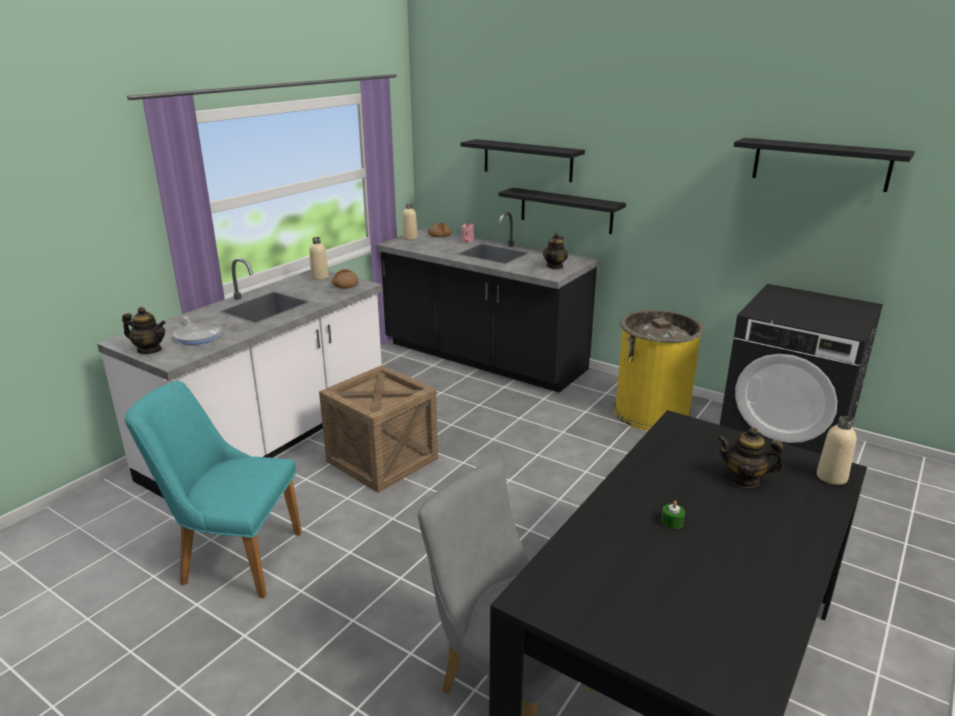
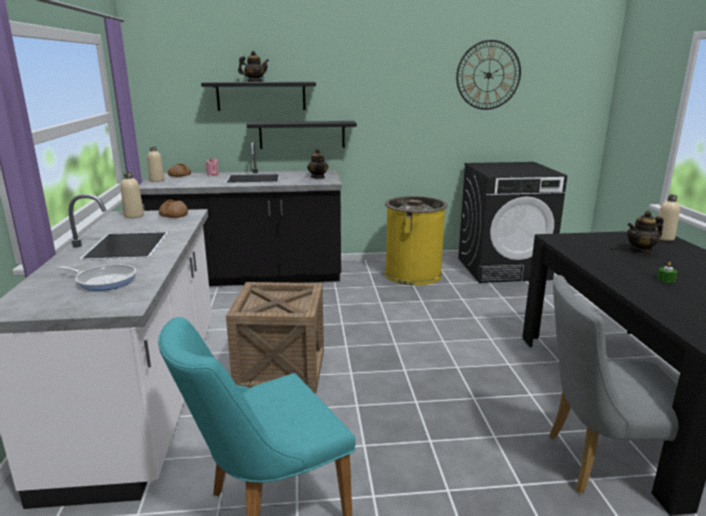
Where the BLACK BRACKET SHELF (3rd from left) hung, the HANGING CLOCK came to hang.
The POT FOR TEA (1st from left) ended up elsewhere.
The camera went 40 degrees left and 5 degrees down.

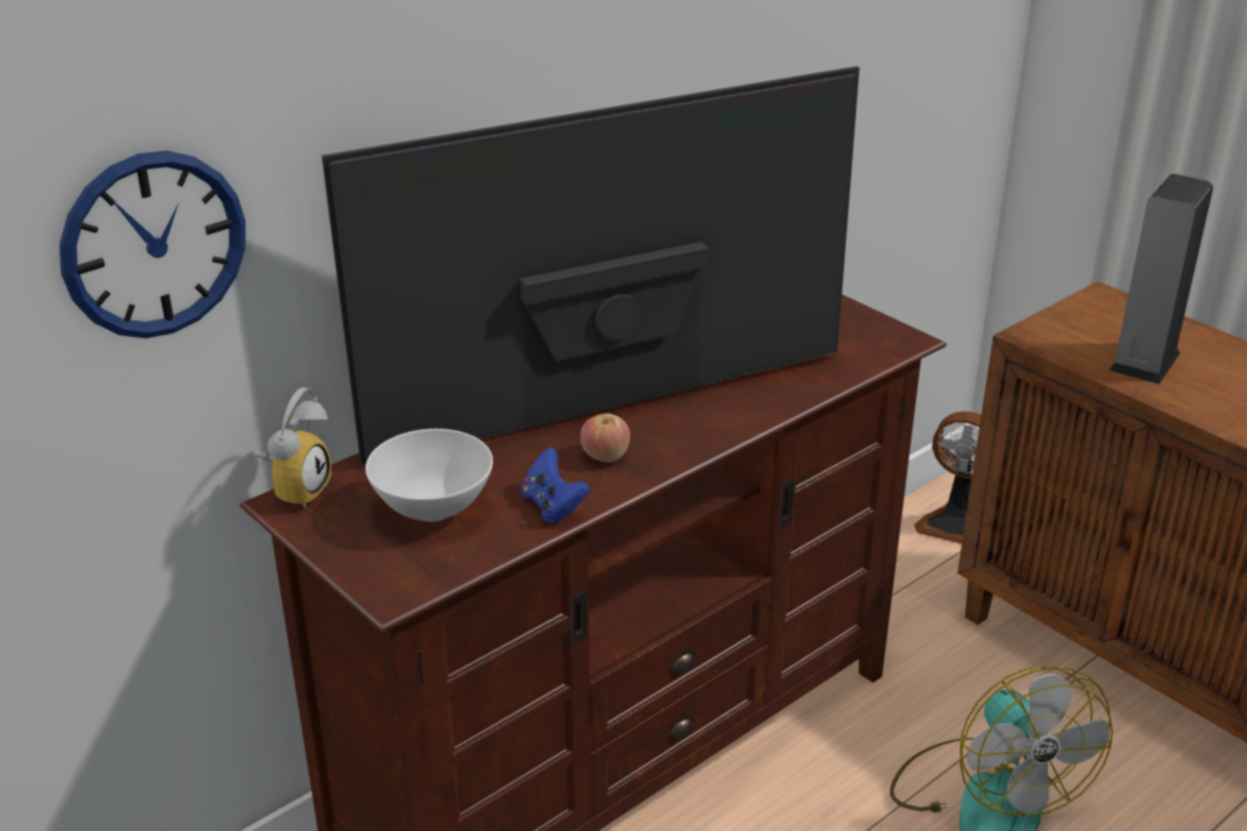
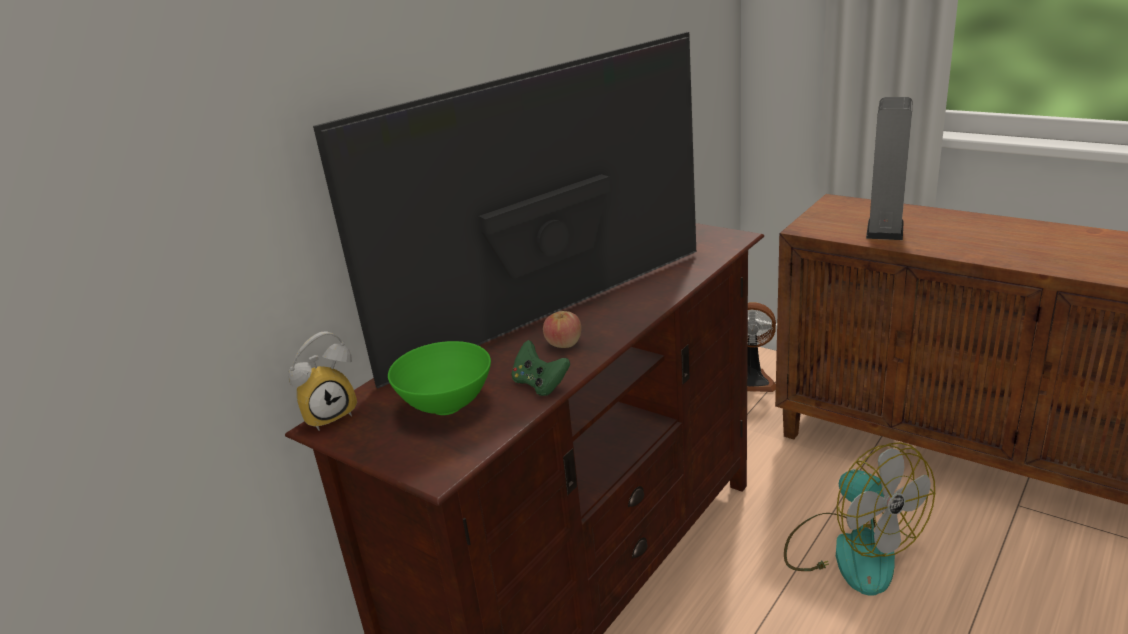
The second view lost the HANGING CLOCK.
The ALARM CLOCK ended up facing another way, 45 degrees clockwise from before.
What was the WHITE-COLOURED DEEP DISH turned into the GREEN DEEP DISH.
What was the BLUE GAME CONTROLLER turned into the GREEN GAME CONTROLLER.
The camera went 10 degrees left and 5 degrees down.

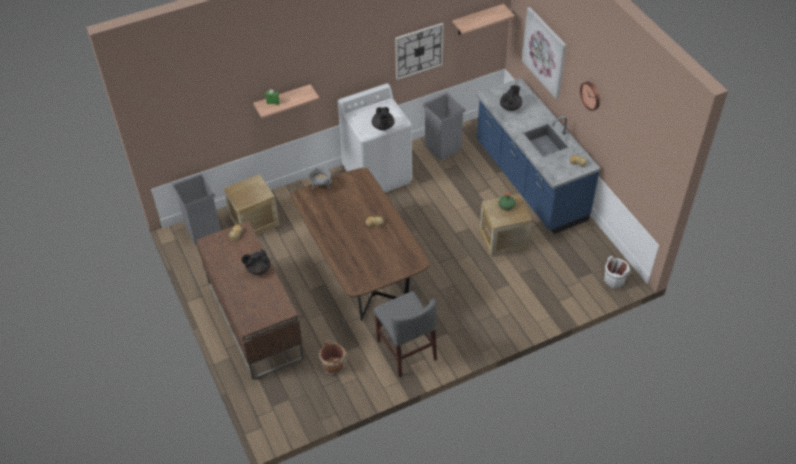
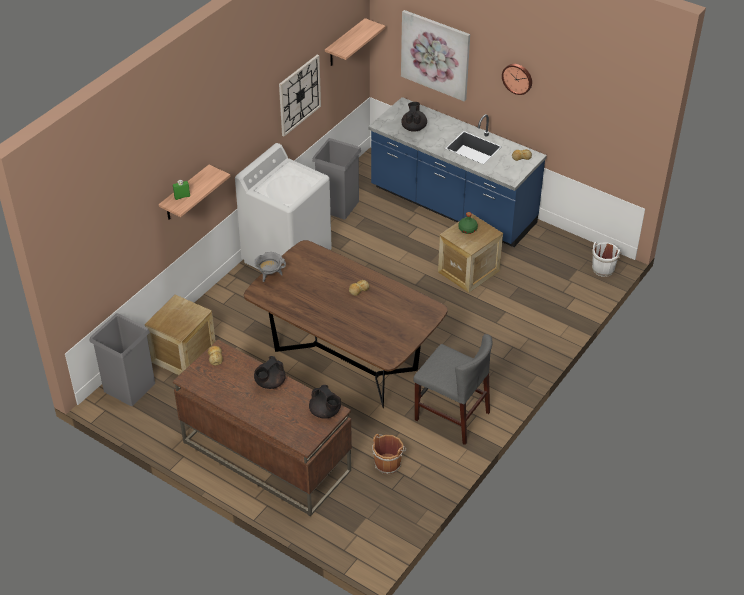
The BLACK POT FOR TEA (2nd from left) ended up elsewhere.
The camera went 30 degrees left and 5 degrees down.

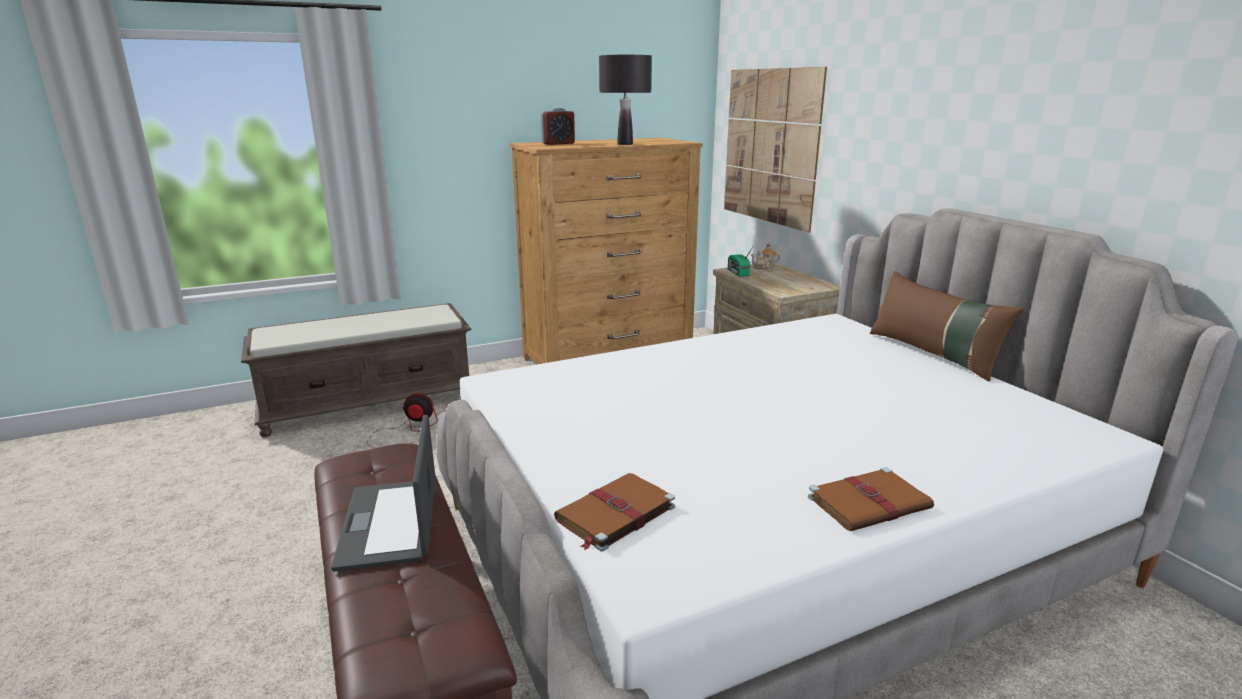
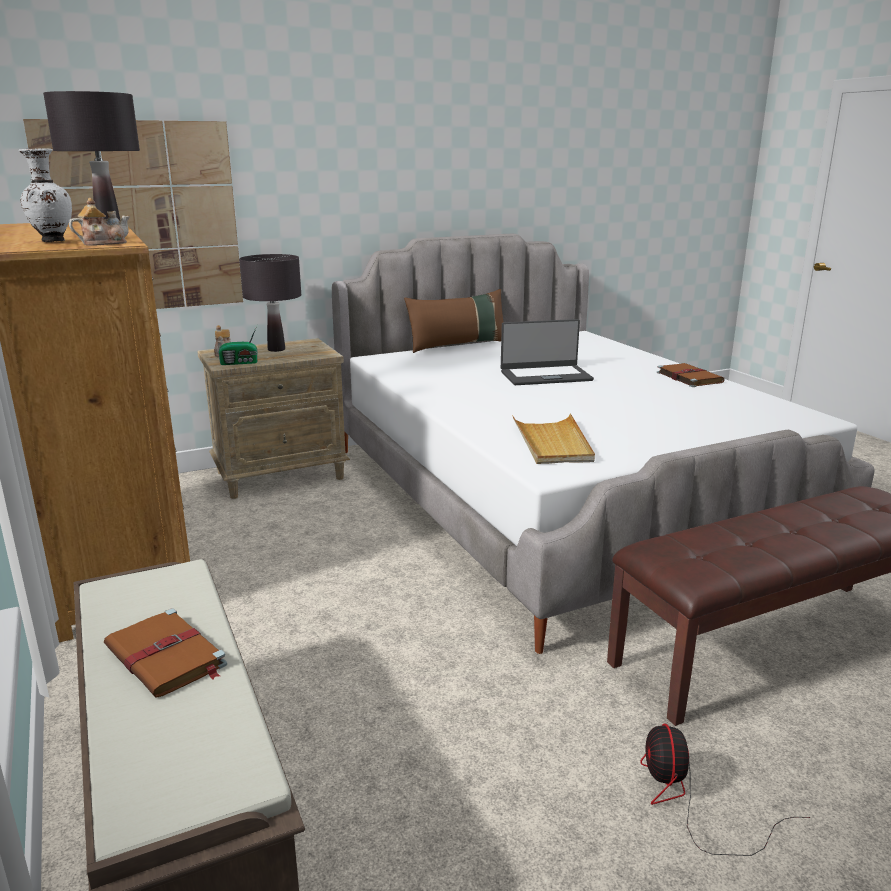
Where the ALARM CLOCK stood, the WHITE-COLOURED VASE came to stand.
The FAN ended up elsewhere.
The LAPTOP ended up elsewhere.
The BROWN BOOK (1st from left) ended up elsewhere.
The second view gained the POT FOR TEA (1st from left).
The second view gained the BLACK TABLE LAMP (2nd from left).
The second view gained the BEIGE-COLOURED CARRYING TRAY.
The camera went 90 degrees left and 0 degrees up.

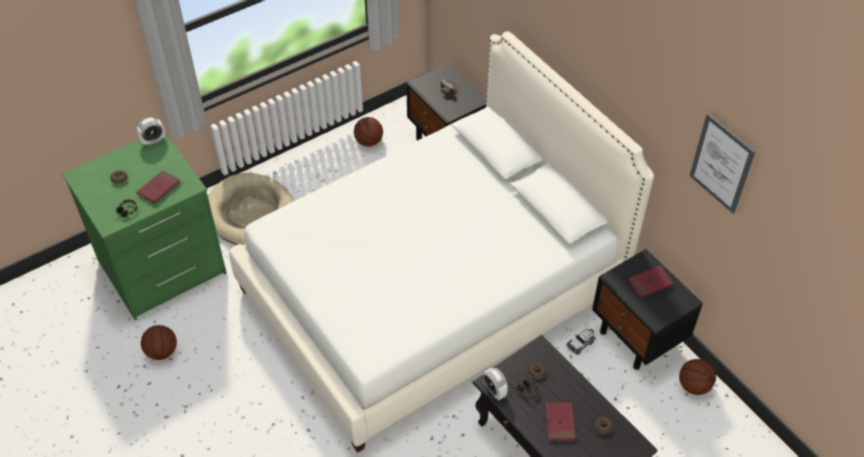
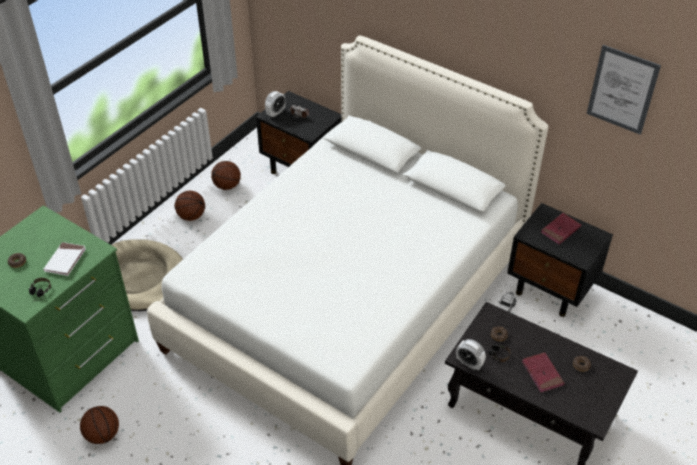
The ALARM CLOCK (1st from left) ended up elsewhere.
What was the RED BOOK (1st from left) turned into the WHITE-COLOURED BOOK.
The BALL FOR BASKETBALL (3rd from left in the first image) ended up elsewhere.
The camera went 20 degrees left and 5 degrees down.

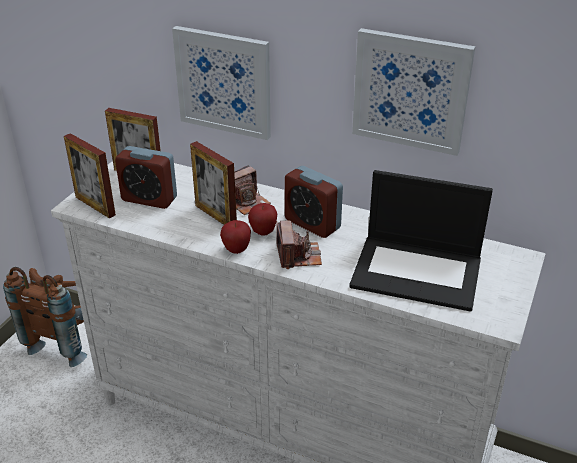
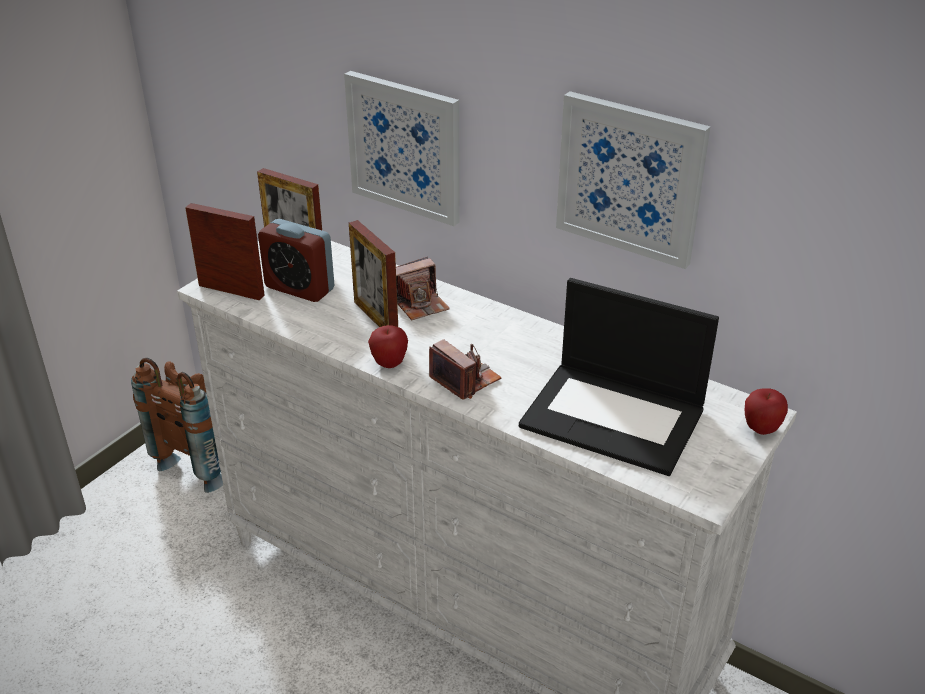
The PICTURE FRAME (1st from left) ended up facing another way, 150 degrees clockwise from before.
The second view lost the ALARM CLOCK (2nd from left).
The WHOLE APPLE (2nd from left) ended up elsewhere.
The STILL CAMERA (2nd from left) ended up facing another way, 45 degrees counterclockwise from before.
The camera went 10 degrees right and 0 degrees up.

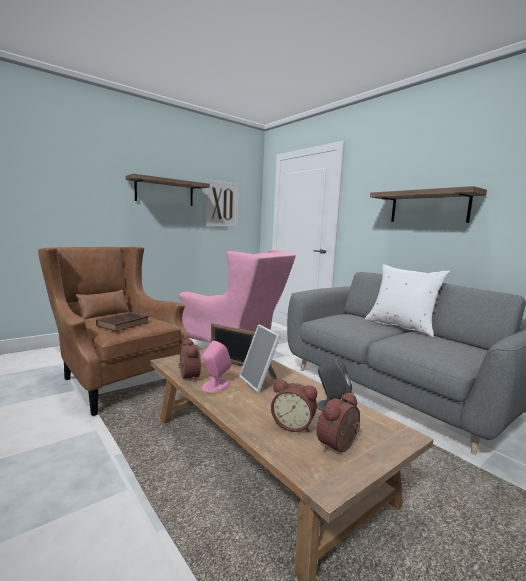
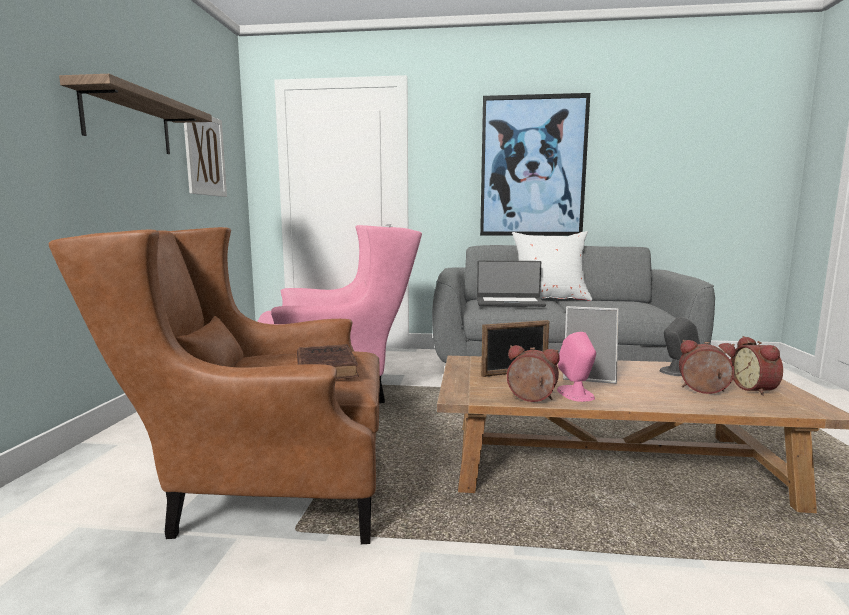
Where the BRACKET SHELF (2nd from left) hung, the PICTURE (2nd from left) came to hang.
The ALARM CLOCK (2nd from left) ended up facing another way, 135 degrees counterclockwise from before.
The second view gained the LAPTOP.
The camera went 45 degrees left and 0 degrees up.

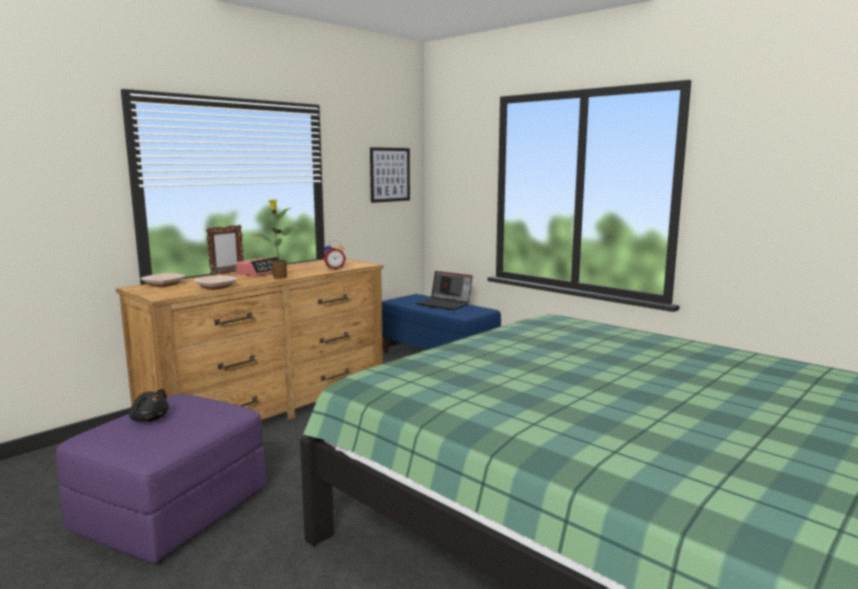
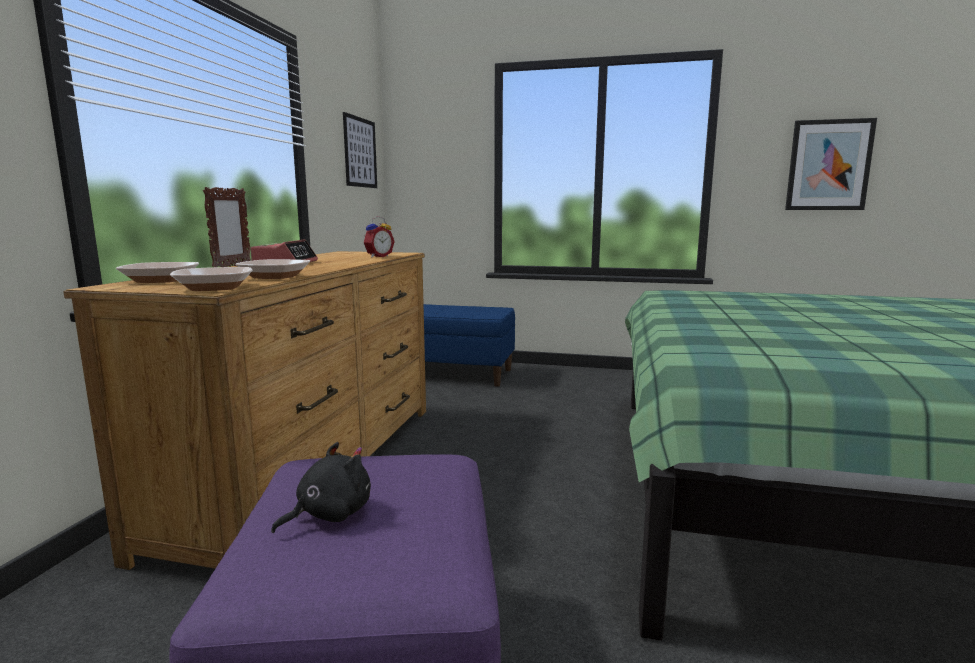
The second view lost the PLANT IN A POT.
The second view lost the LAPTOP.
The BLACK SOFT TOY ended up facing another way, 45 degrees counterclockwise from before.
The second view gained the PICTURE (2nd from left).
The second view gained the DEEP DISH (2nd from left).
The camera went 30 degrees left and 0 degrees up.

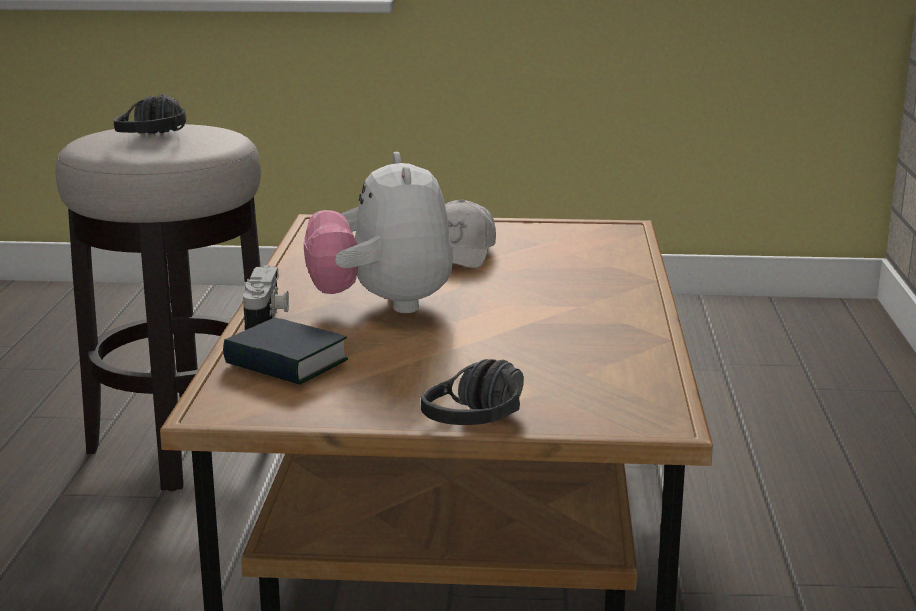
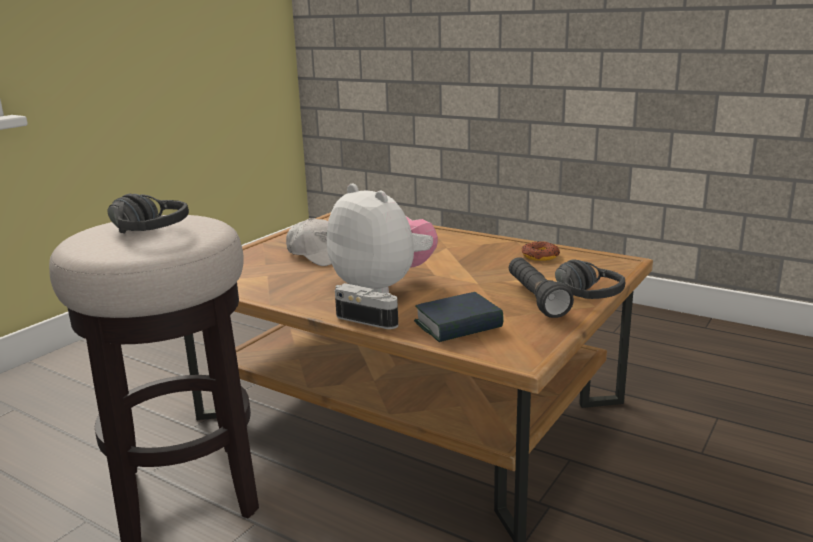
The SOFT TOY ended up facing another way, 150 degrees counterclockwise from before.
The second view gained the DOUGHNUT.
The second view gained the BLACK HAND TORCH.
The camera went 60 degrees left and 0 degrees up.

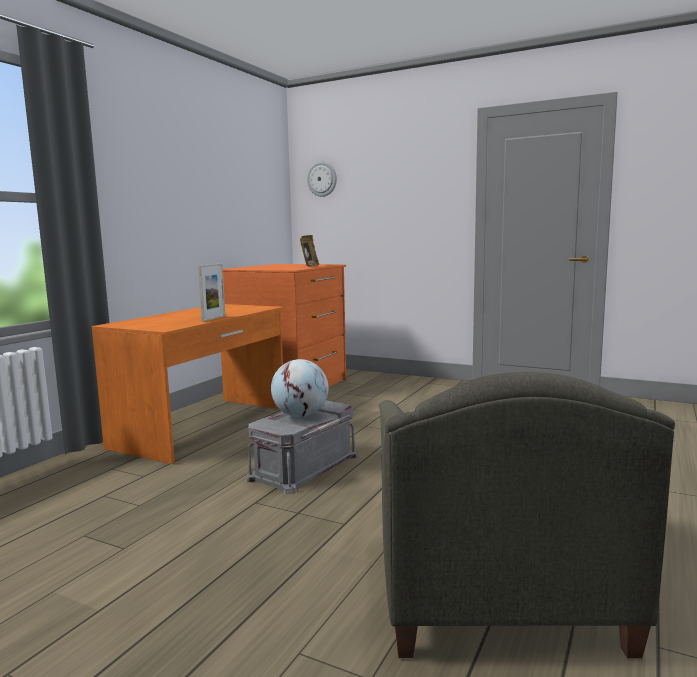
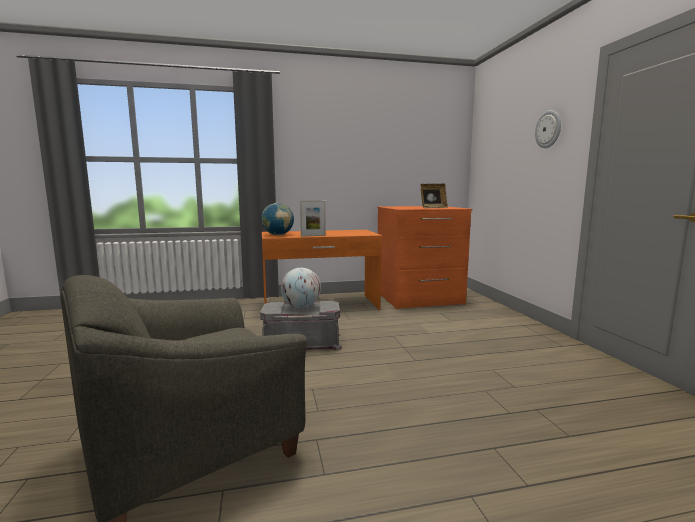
The HANGING CLOCK ended up elsewhere.
The second view gained the GLOBE (1st from left).
The camera went 50 degrees right and 0 degrees up.

